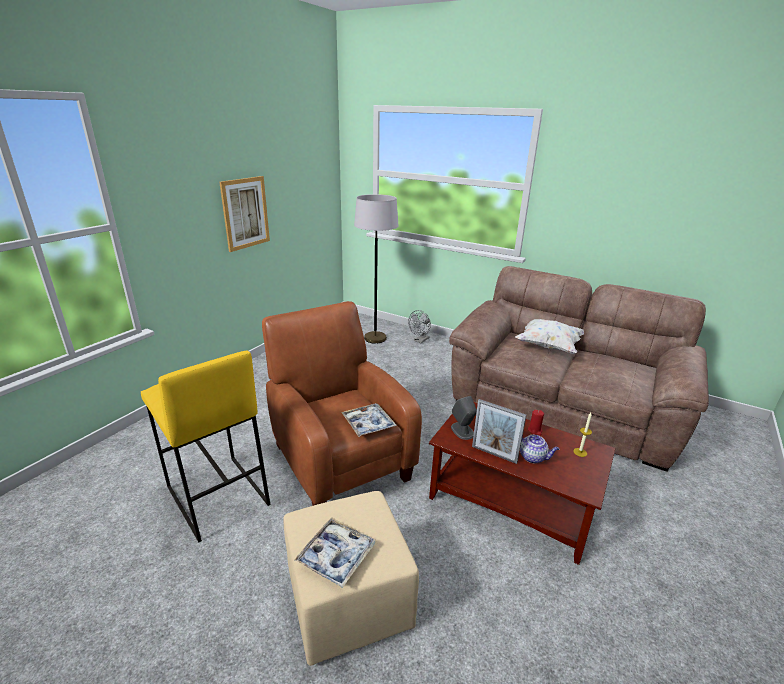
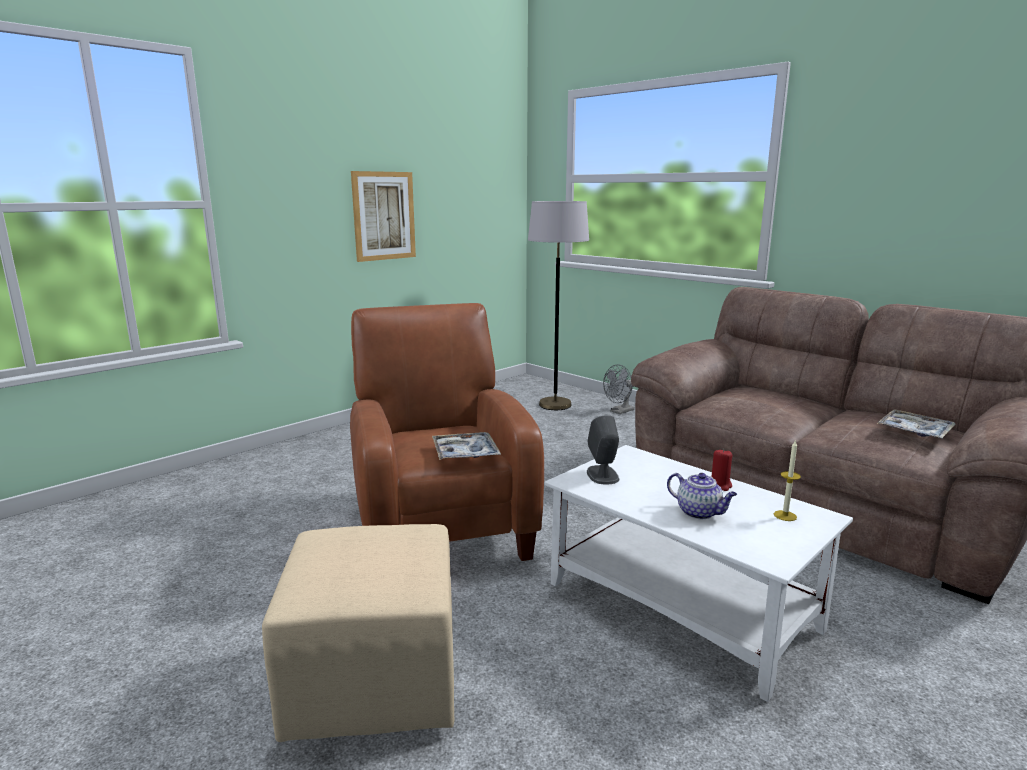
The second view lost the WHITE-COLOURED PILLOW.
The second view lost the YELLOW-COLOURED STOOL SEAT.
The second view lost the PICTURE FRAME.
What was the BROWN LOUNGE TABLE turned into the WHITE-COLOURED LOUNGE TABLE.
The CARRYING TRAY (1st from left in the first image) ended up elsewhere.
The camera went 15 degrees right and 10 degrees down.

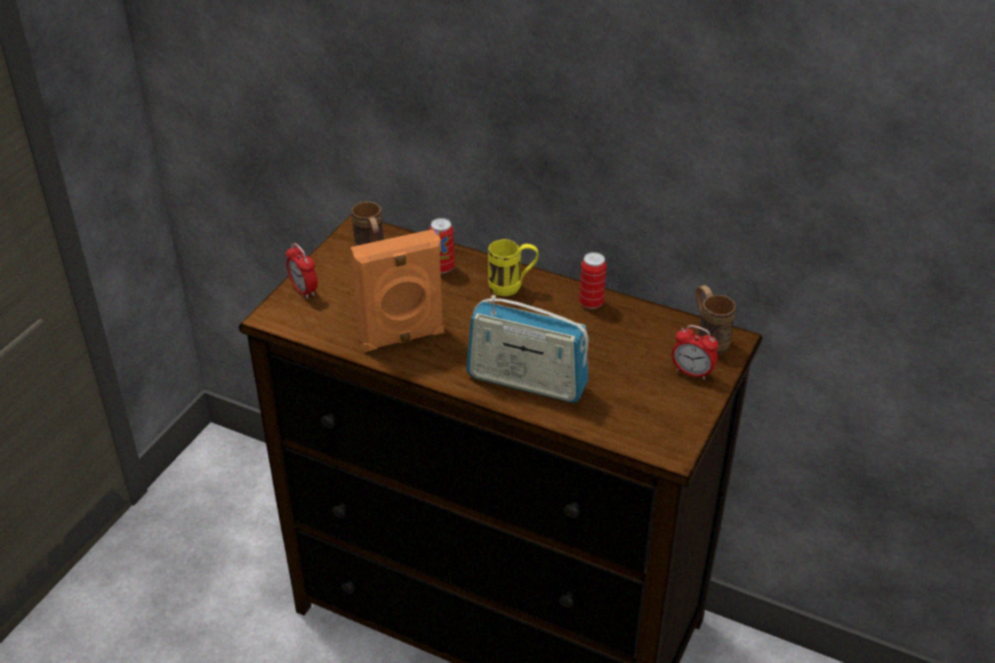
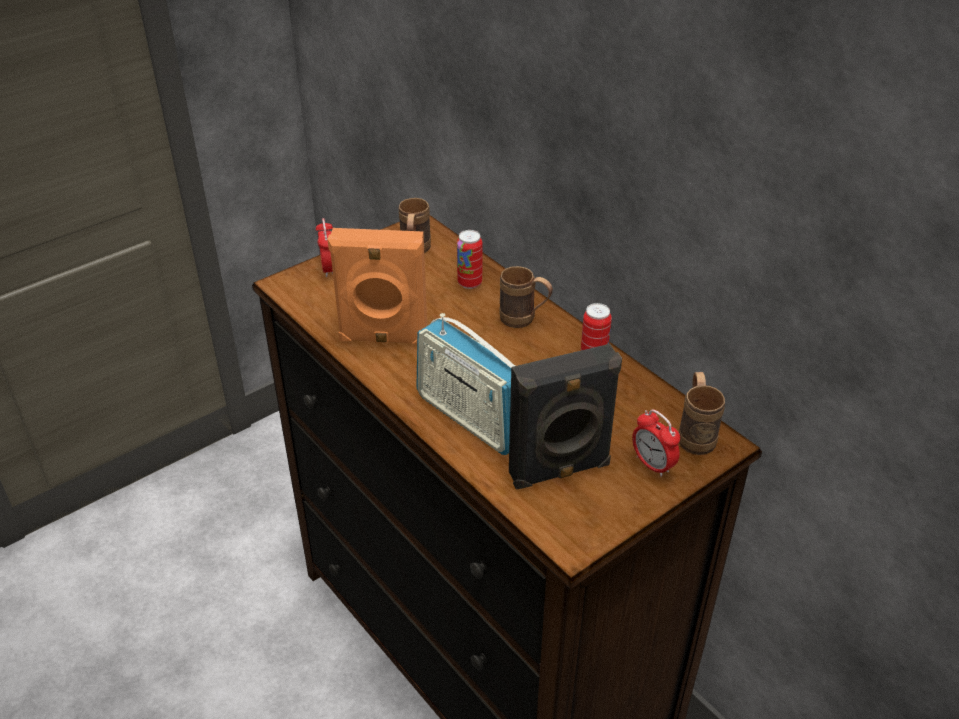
What was the YELLOW-COLOURED MUG turned into the BROWN MUG (2nd from left).
The second view gained the BLACK AUDIO SPEAKER.
The camera went 25 degrees right and 0 degrees up.

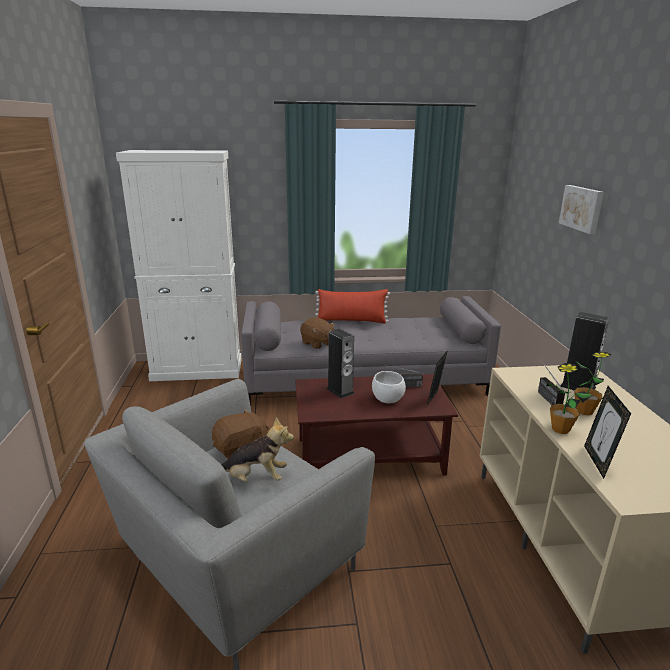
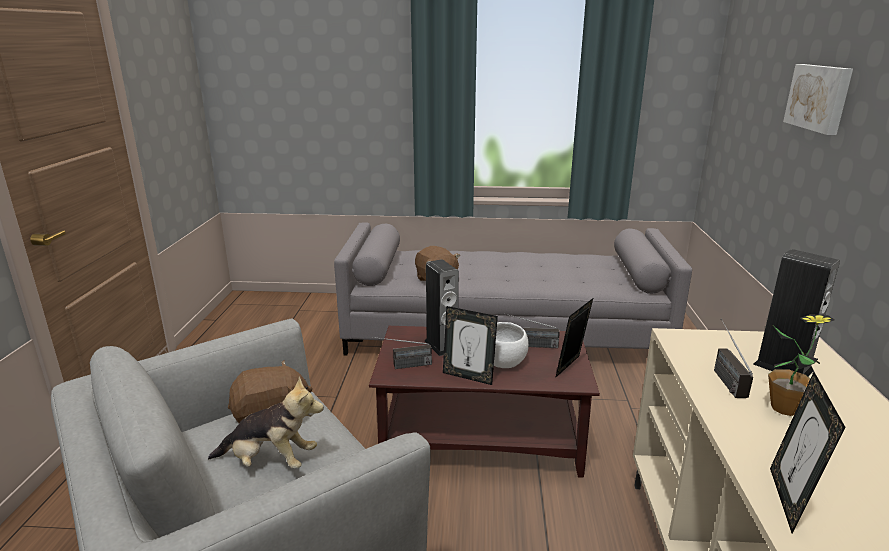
The second view lost the WHITE-COLOURED CUPBOARD.
The second view lost the RED PILLOW.
The second view lost the PLANT IN A POT (1st from left).
The second view gained the PICTURE FRAME (1st from left).
The second view gained the RADIO SET (1st from left).
The camera went 10 degrees right and 0 degrees up.

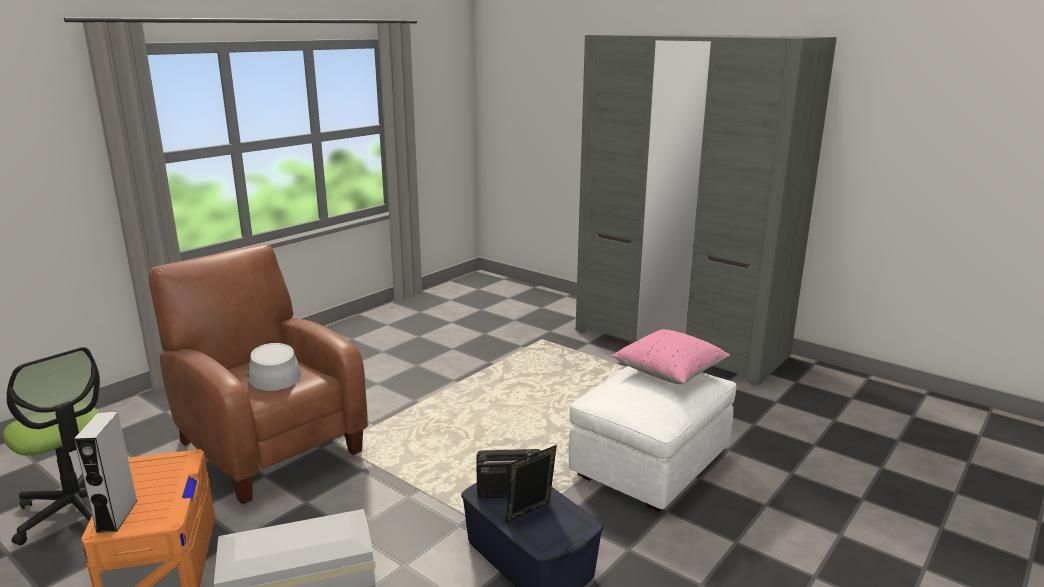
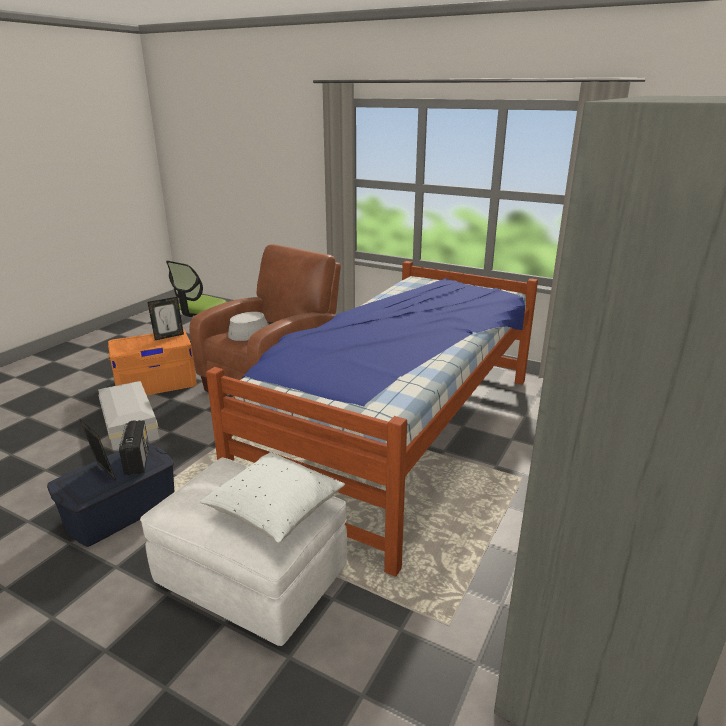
What was the PINK PILLOW turned into the WHITE-COLOURED PILLOW.
The second view lost the GREYISH AUDIO SPEAKER.
The second view gained the BED.
The second view gained the PICTURE FRAME (2nd from left).
The camera went 80 degrees right and 5 degrees up.

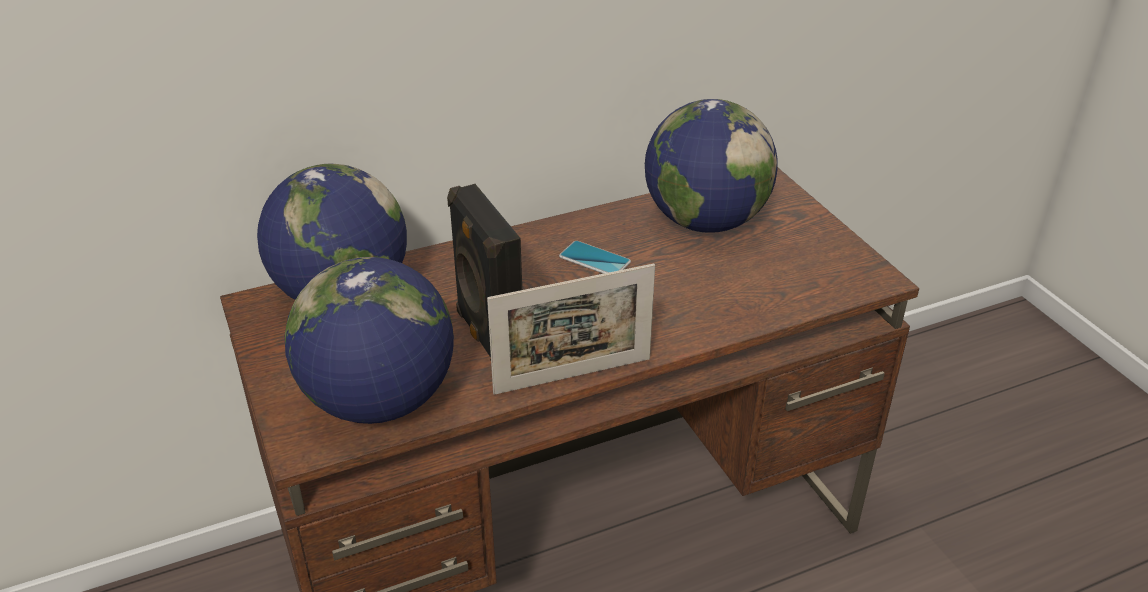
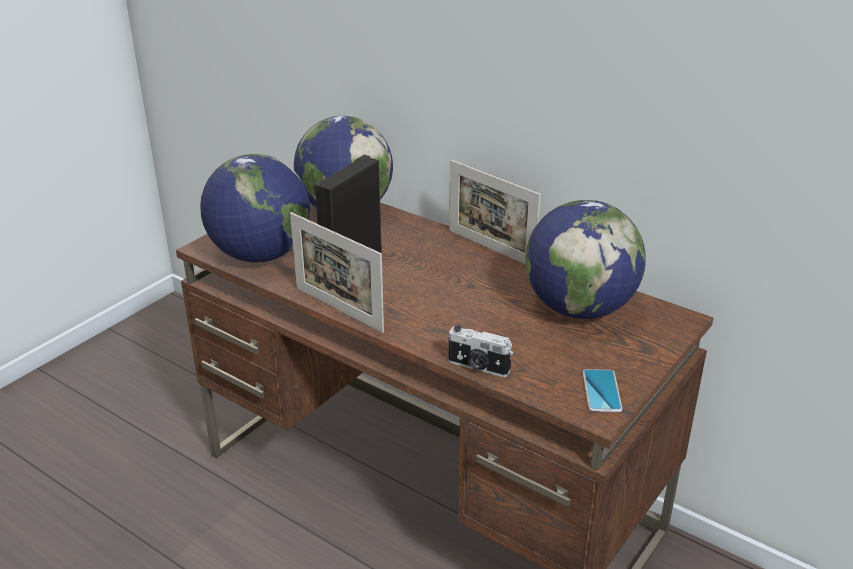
The TELEPHONE ended up elsewhere.
The second view gained the PICTURE FRAME (2nd from left).
The second view gained the STILL CAMERA.
The camera went 60 degrees right and 5 degrees down.

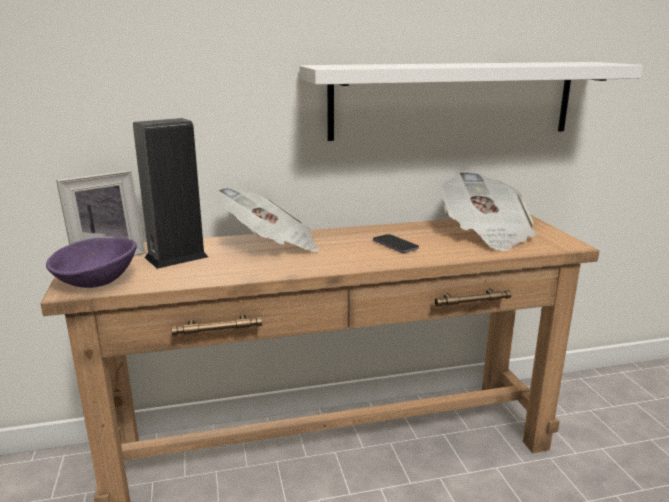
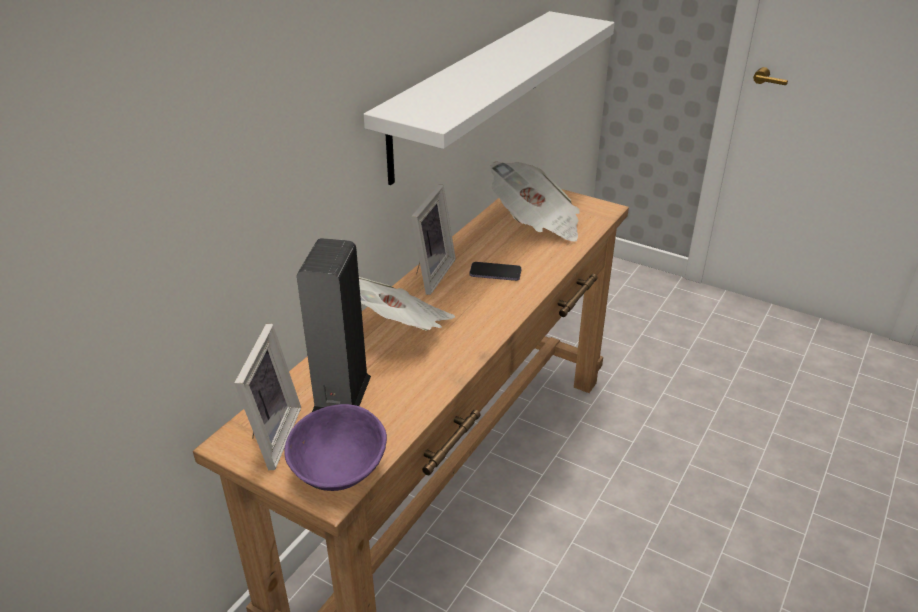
The second view gained the PICTURE FRAME (2nd from left).
The camera went 45 degrees left and 15 degrees up.

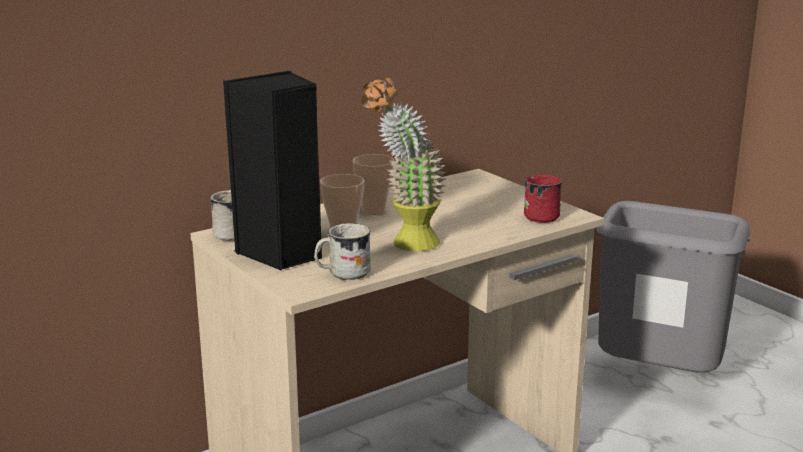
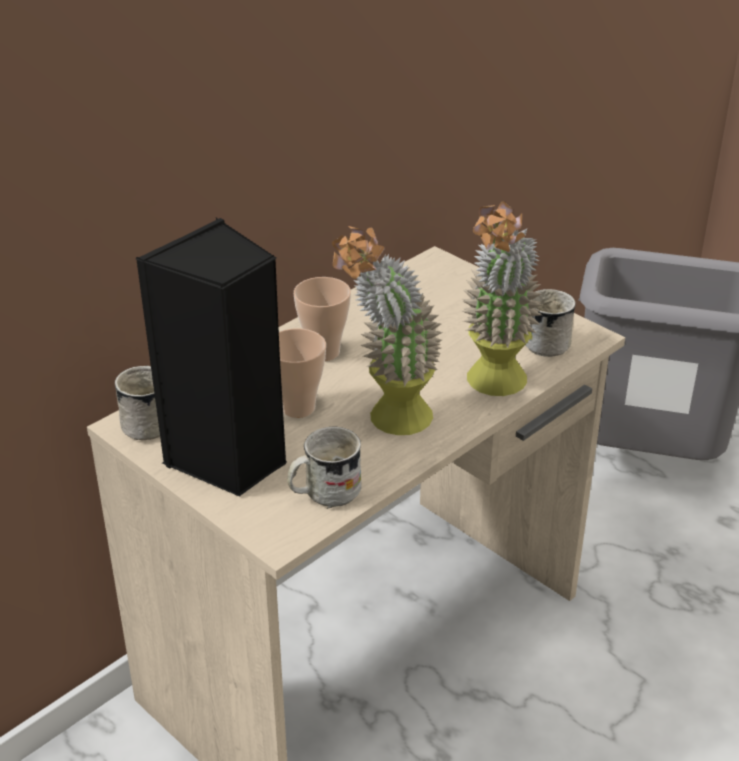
What was the RED MUG turned into the WHITE-COLOURED MUG (3rd from left).
The second view gained the PLANT IN A POT (2nd from left).
The camera went 10 degrees left and 15 degrees up.

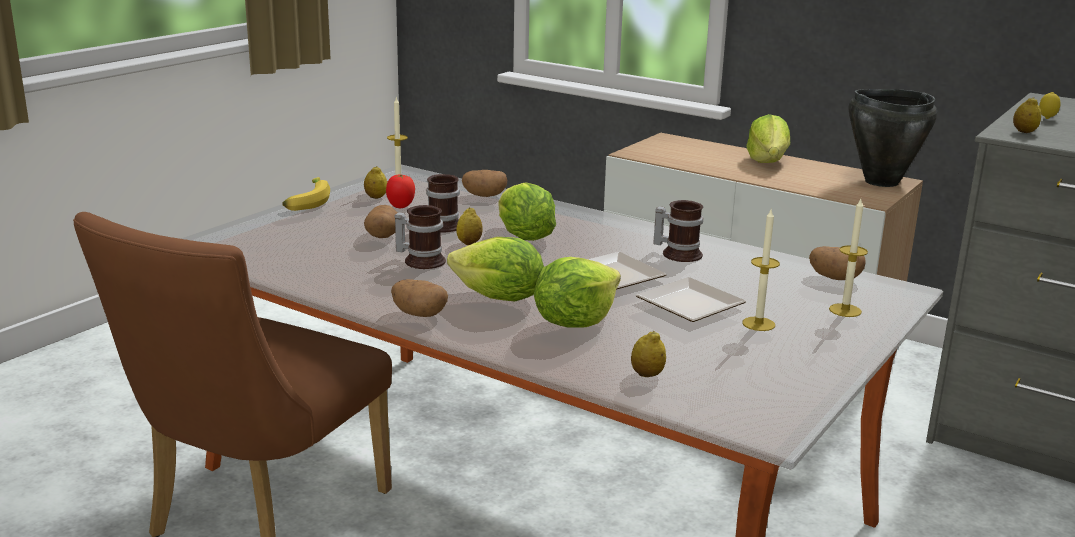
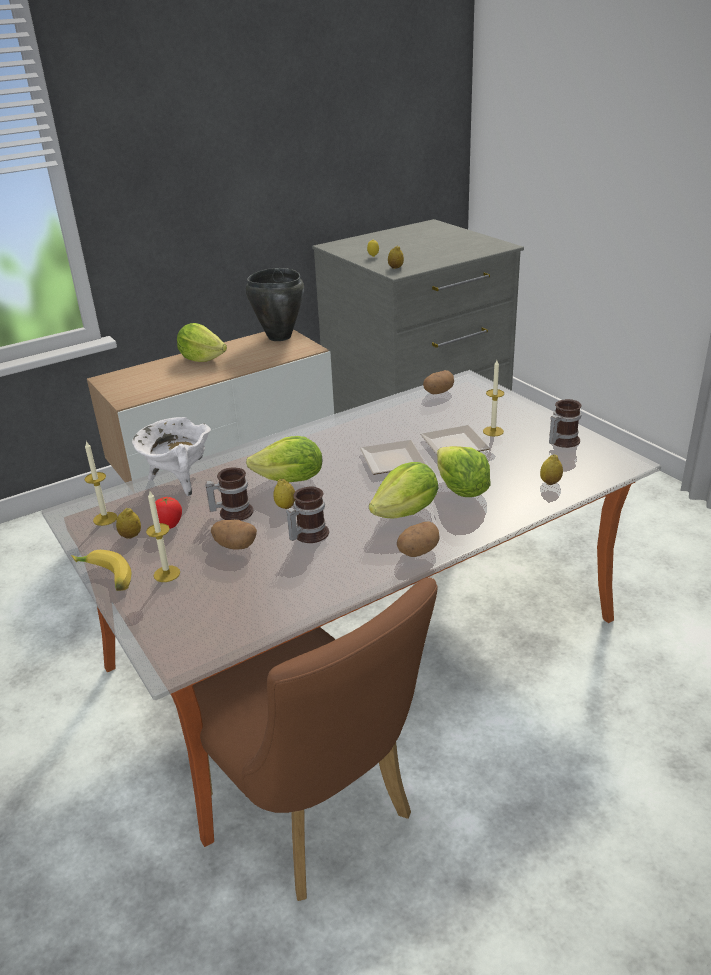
Where the WHOLE POTATO (3rd from left) stood, the WHITE-COLOURED STOCKPOT came to stand.
The WAX CANDLE (3rd from left in the first image) ended up elsewhere.
The MUG (3rd from left) ended up elsewhere.
The camera went 65 degrees left and 10 degrees up.

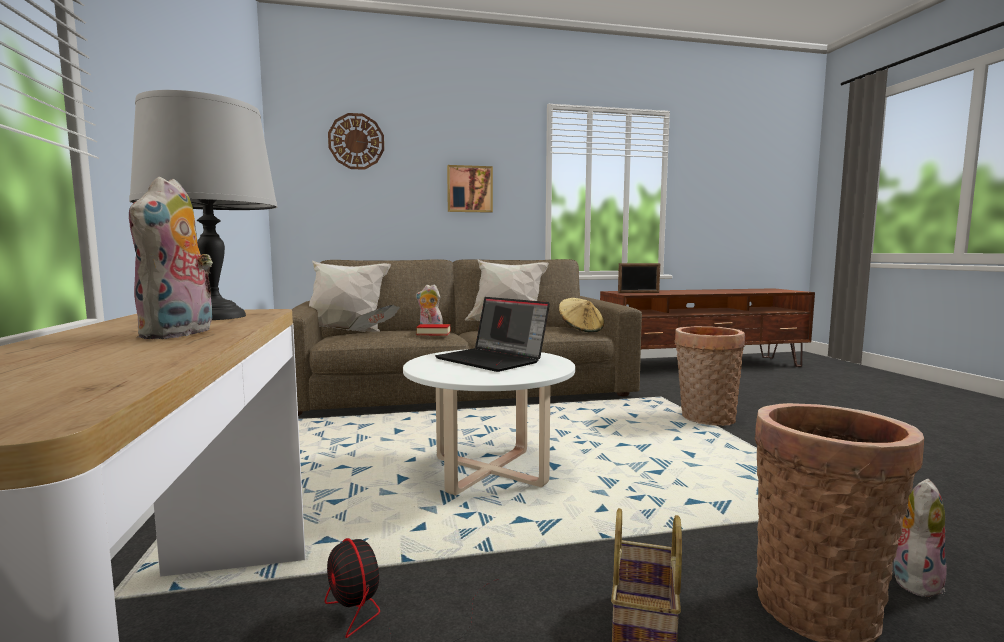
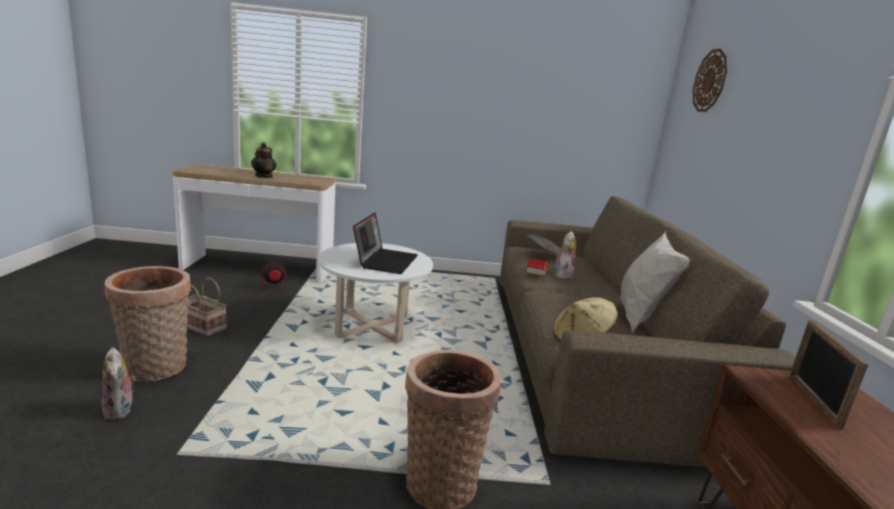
The second view lost the GREYISH TABLE LAMP.
The second view lost the PICTURE.
Where the SOFT TOY (1st from left) stood, the POT FOR TEA came to stand.
The second view lost the WHITE-COLOURED PILLOW (1st from left).
The LAPTOP ended up facing another way, 135 degrees clockwise from before.
The camera went 100 degrees right and 10 degrees up.

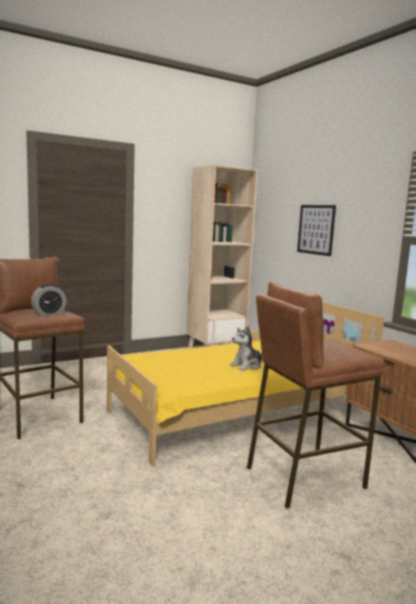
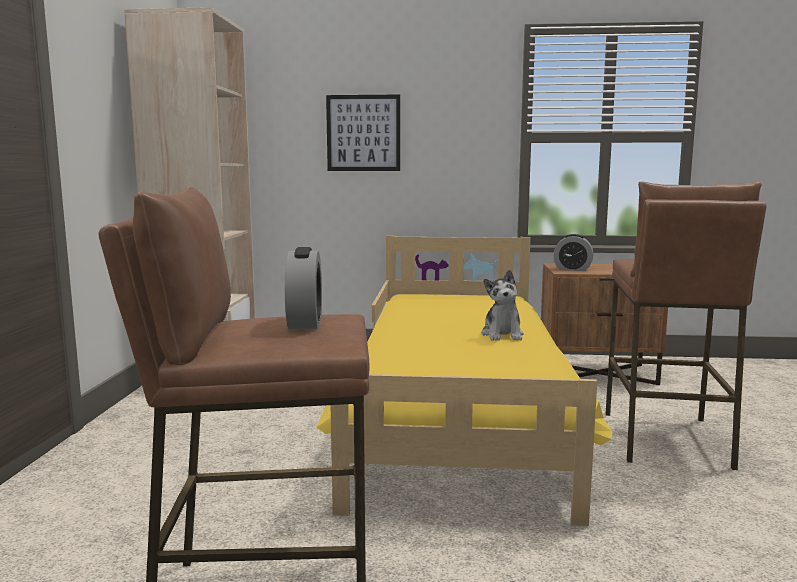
The second view gained the ALARM CLOCK (2nd from left).
The camera went 55 degrees left and 0 degrees up.

